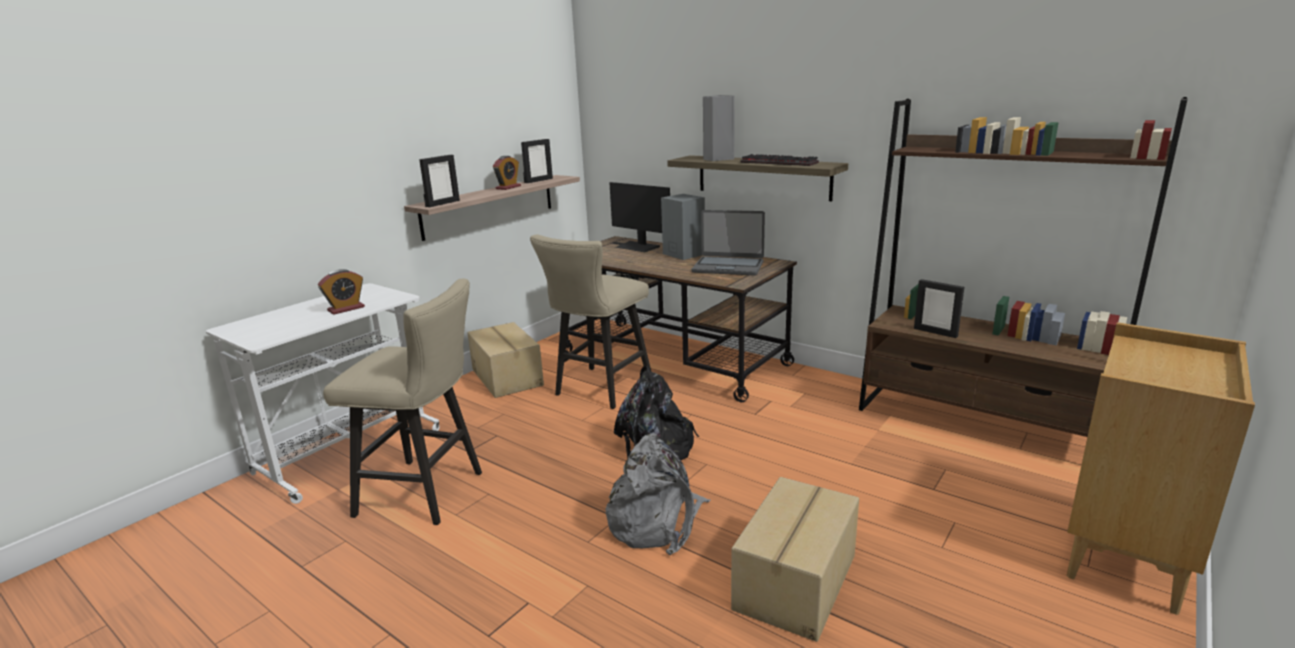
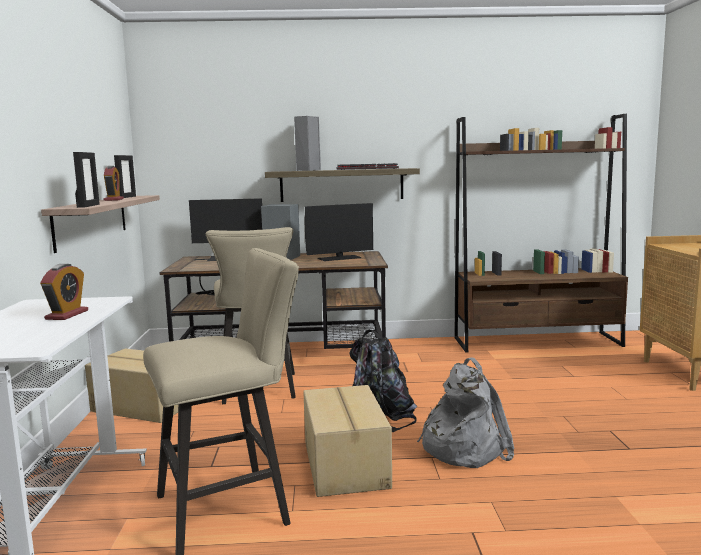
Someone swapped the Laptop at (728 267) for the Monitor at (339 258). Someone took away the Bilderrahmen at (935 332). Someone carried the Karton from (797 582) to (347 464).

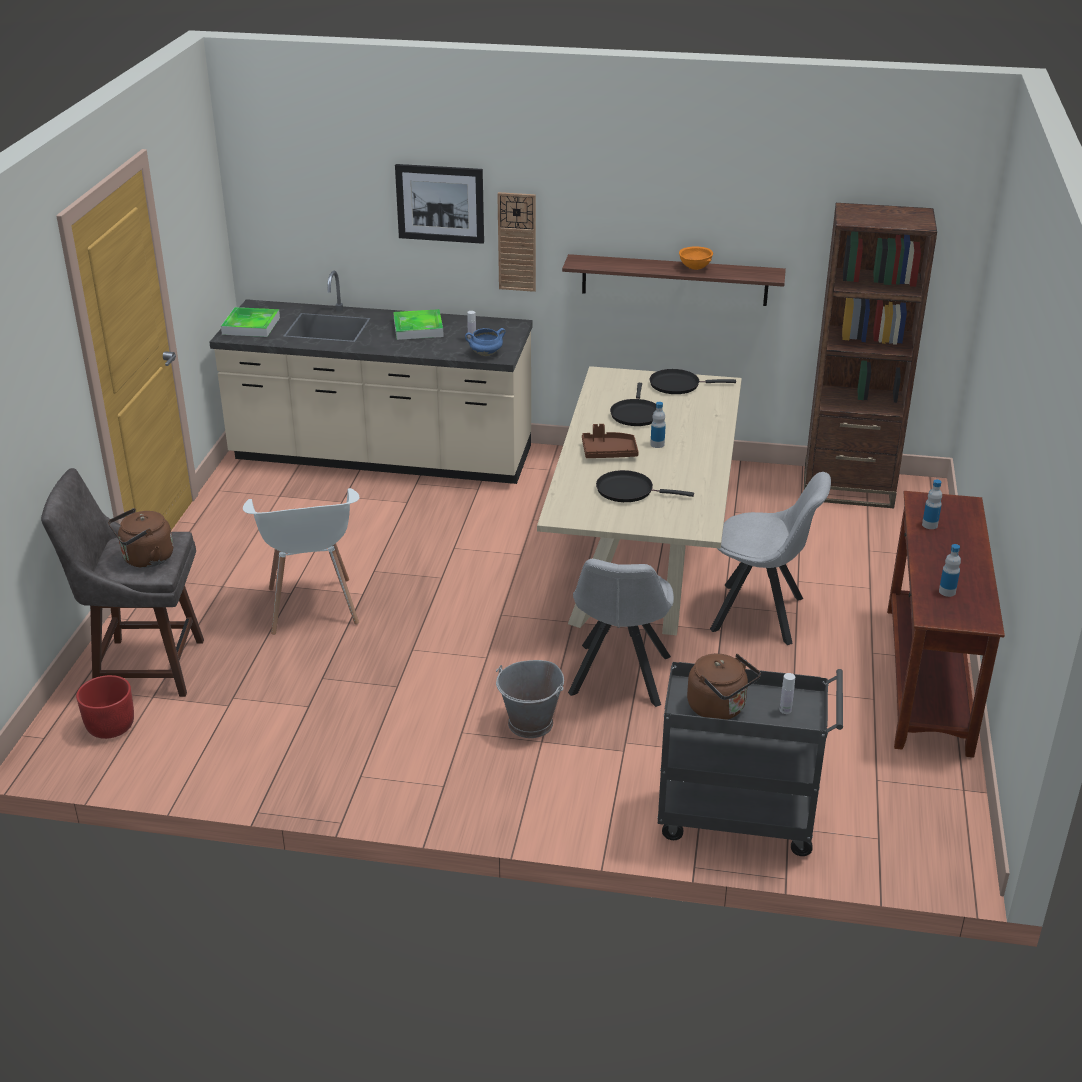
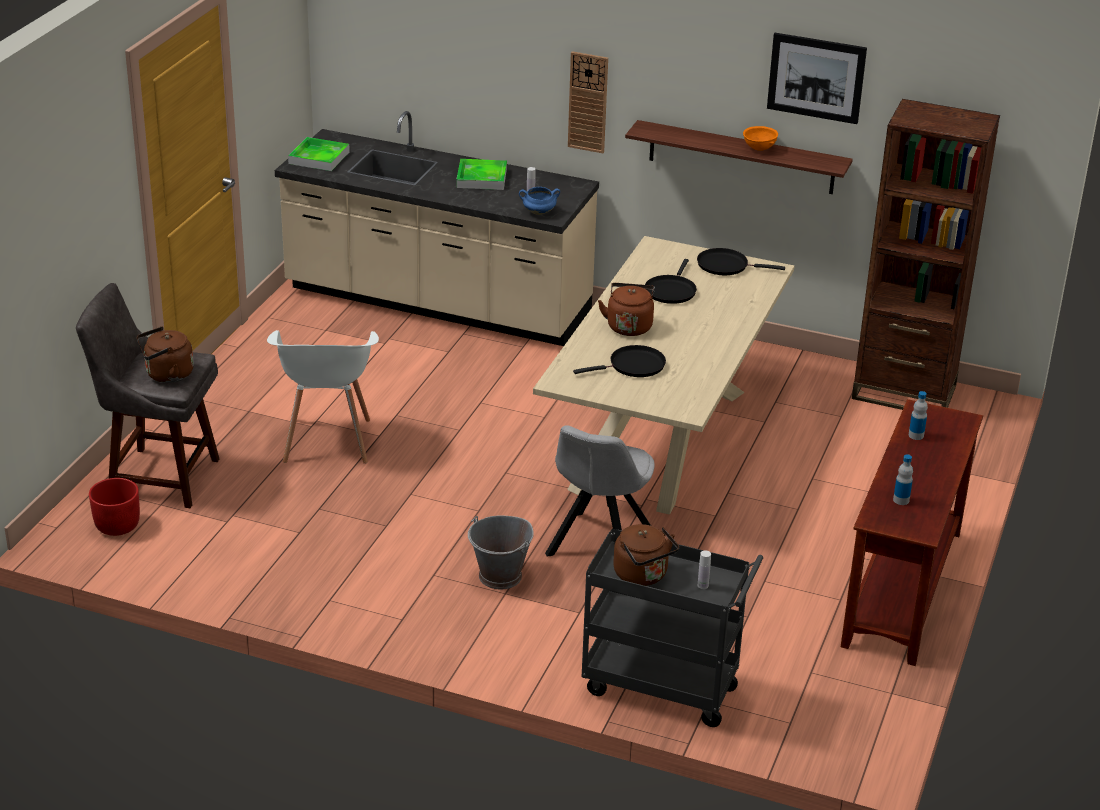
Someone carried the Bild from (440 203) to (816 78). Someone took away the Flasche at (657 444). Someone swapped the Tablett [braun] at (609 452) for the Wasserkessel [braun] at (629 326). Someone rotated the Pfanne [schwarz] at (629 490) by 135 degrees clockwise. Someone took away the Stuhl [grau] at (760 614).

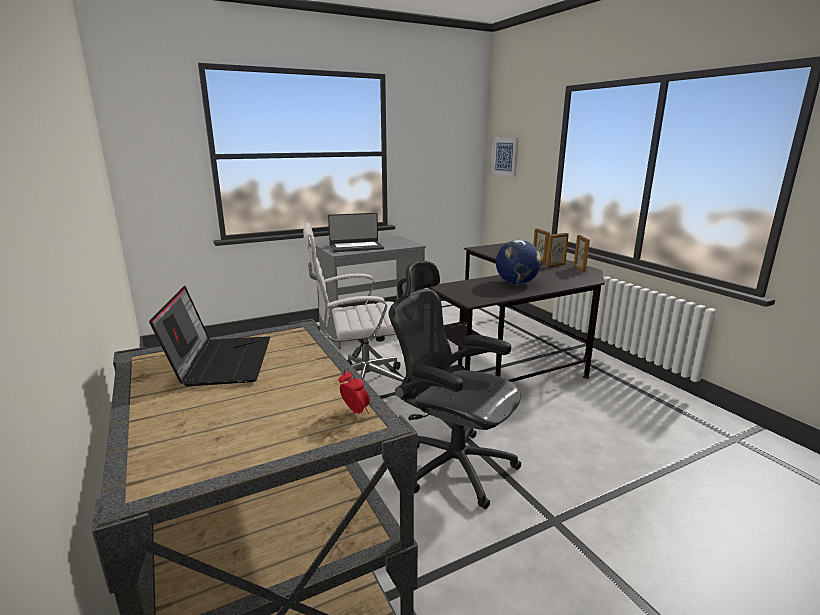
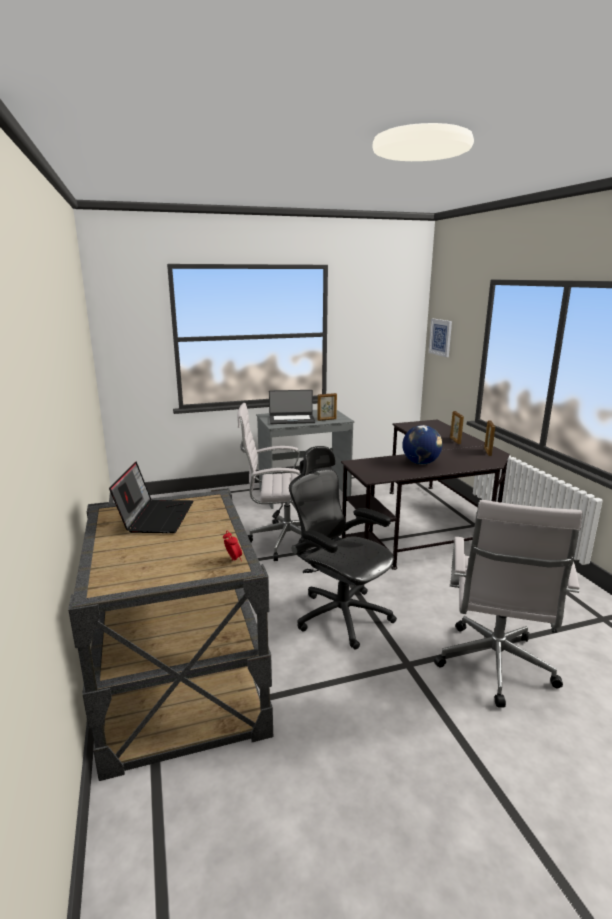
Someone carried the Bilderrahmen from (555 265) to (327 419). Someone put down the Bürostuhl [weiß] at (495 668).

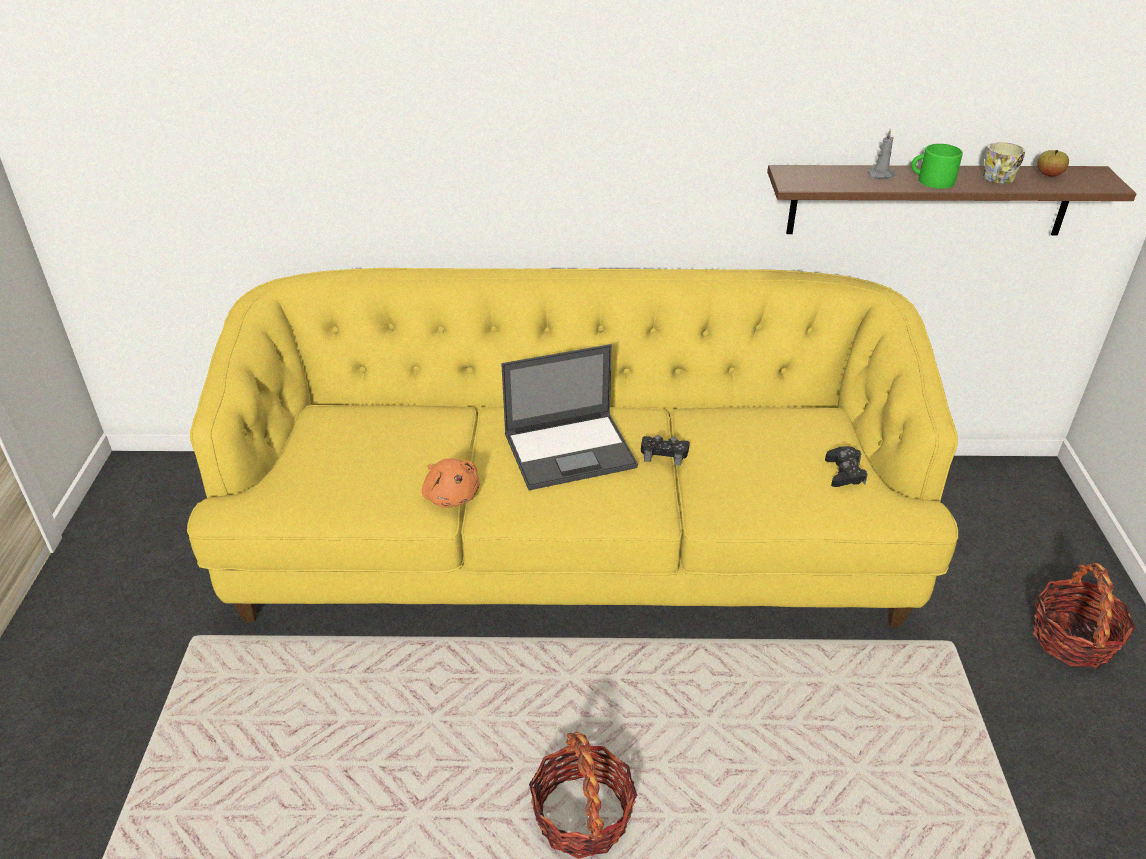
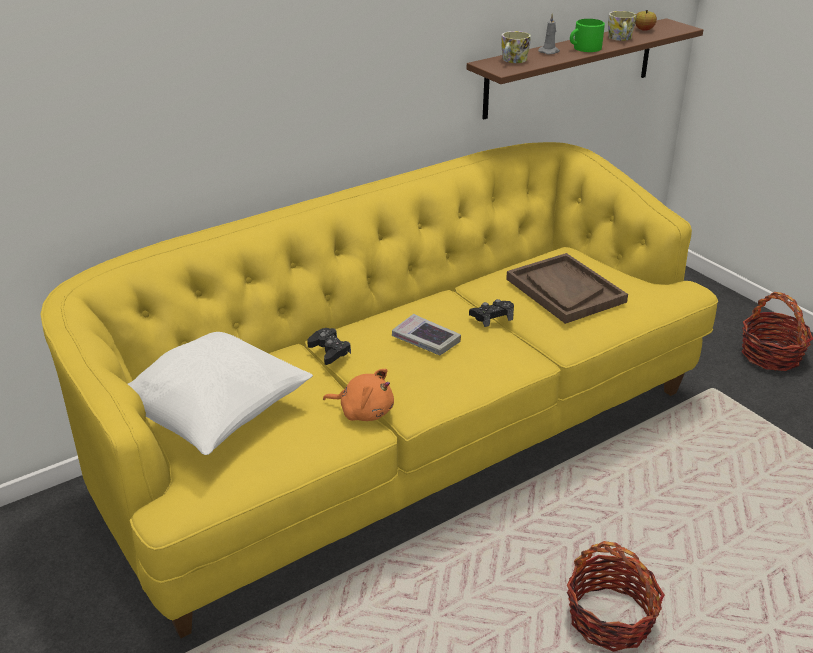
Someone swapped the Laptop at (571 450) for the Buch at (426 340). Someone carried the Gamepad [schwarz] from (844 472) to (329 351). Someone put down the Henkelbecher at (512 61). Someone put down the Tablett [braun] at (565 290). Someone put down the Kissen [weiß] at (216 418).

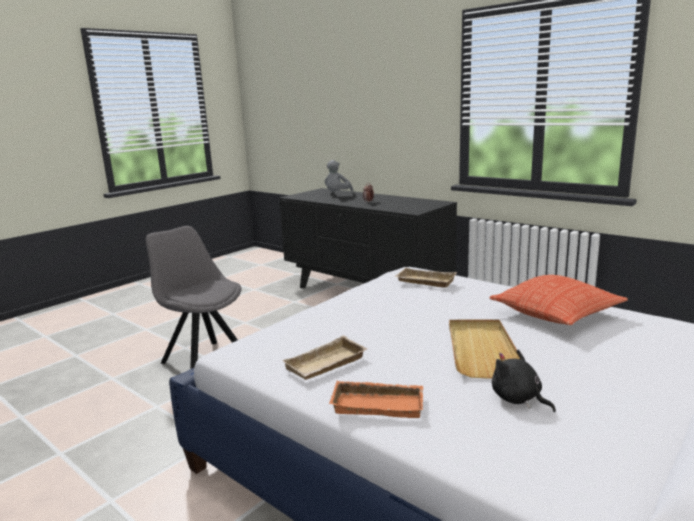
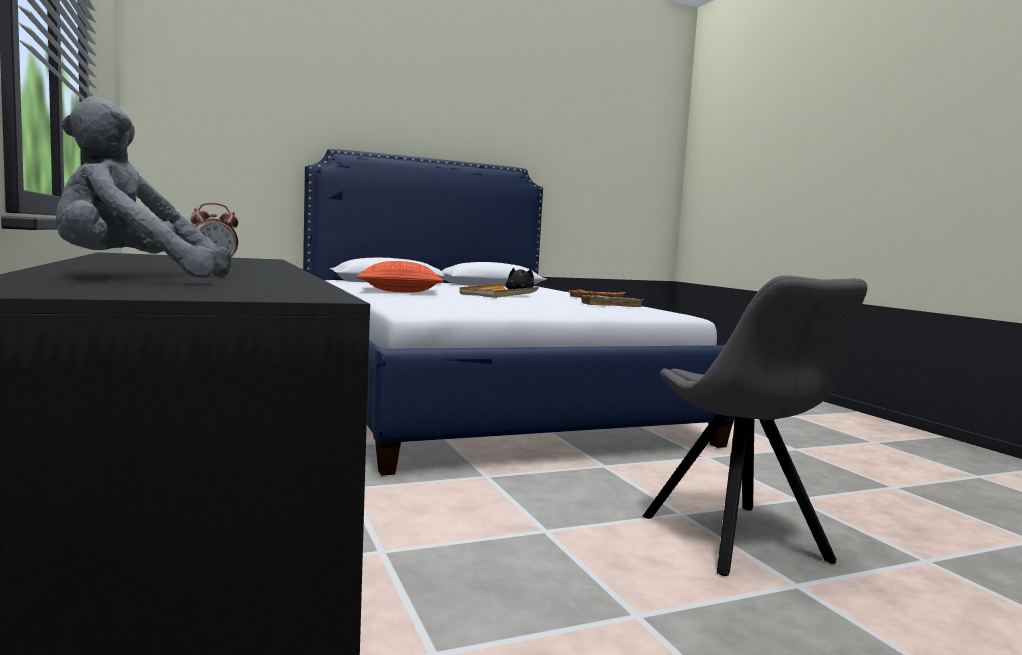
Someone rotated the Plüschtier [grau] at (337 194) by 150 degrees counterclockwise. Someone took away the Tablett [beige] at (424 282).

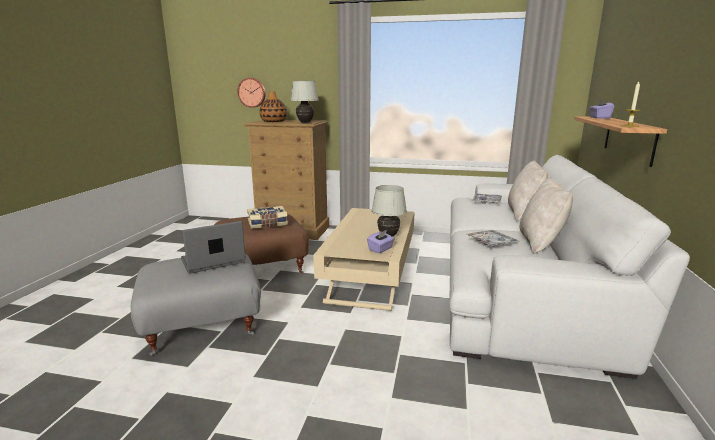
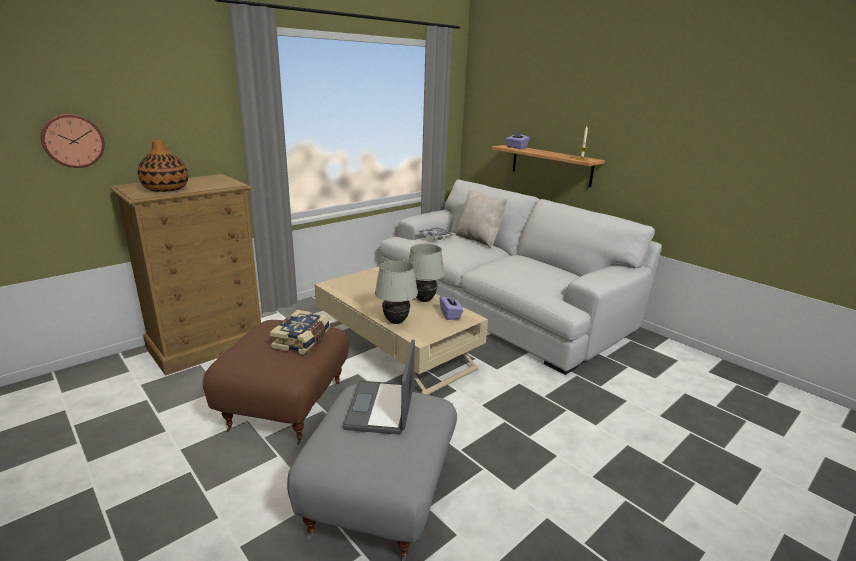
Someone carried the Tischlampe [weiß] from (305 122) to (396 322). Someone took away the Kissen [beige] at (540 243). Someone took away the Tablett at (491 242).

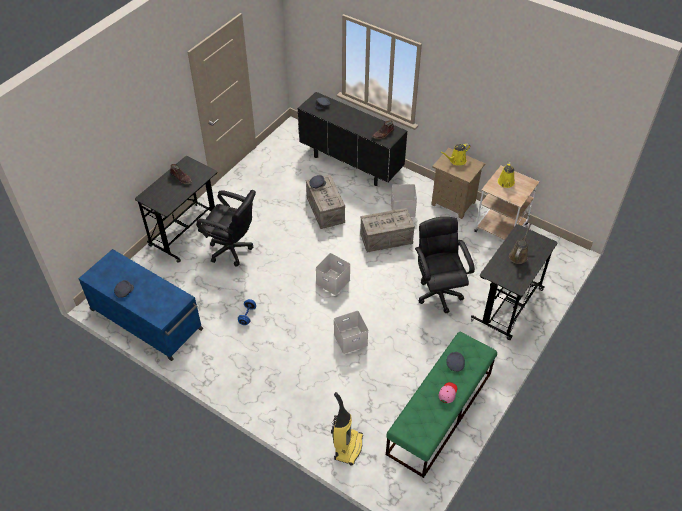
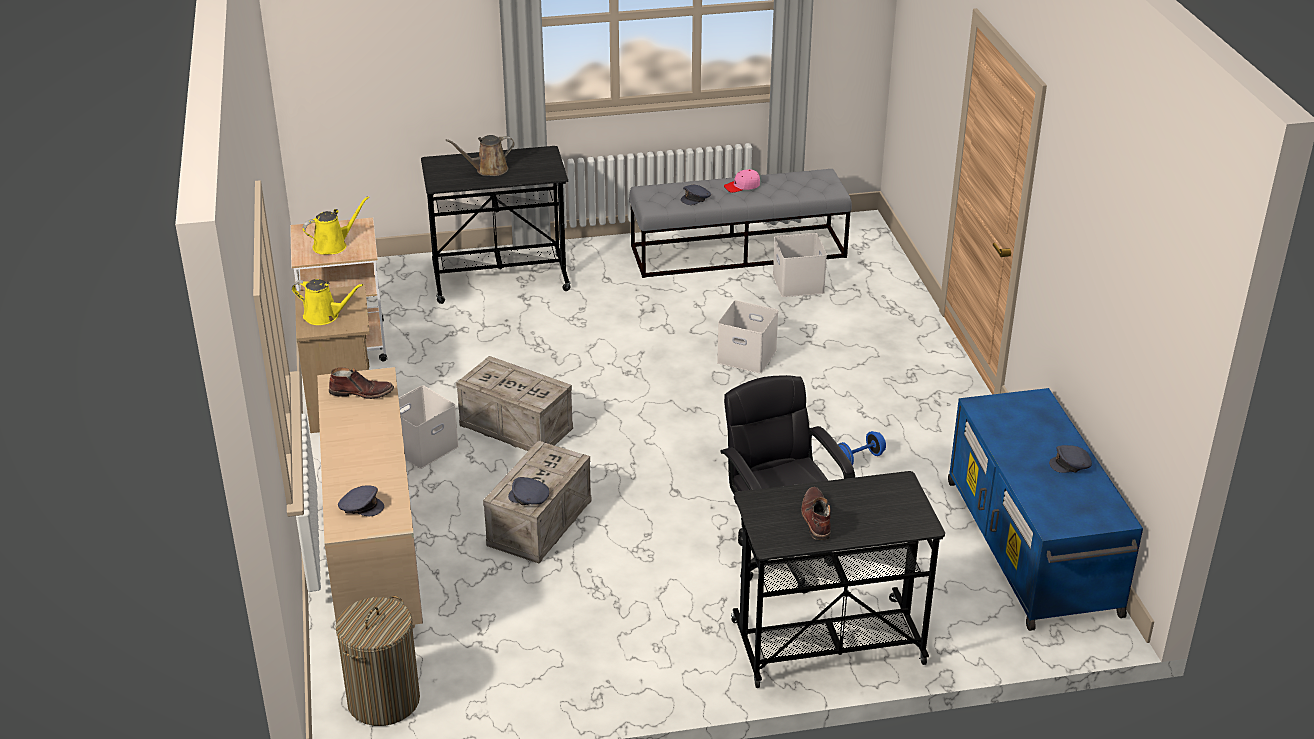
Someone repainted the Kommode [schwarz] at (352 164), which became the Kommode [beige] at (375 566). Someone took away the Bürostuhl [schwarz] at (437 293). Someone carried the Aufbewahrungsbox [weiß] from (332 282) to (799 284). Someone repainted the Bank [grün] at (439 413), which became the Bank [grau] at (739 251). Someone took away the Staubsauger at (347 447). Someone put down the Wäschekorb at (383 700).

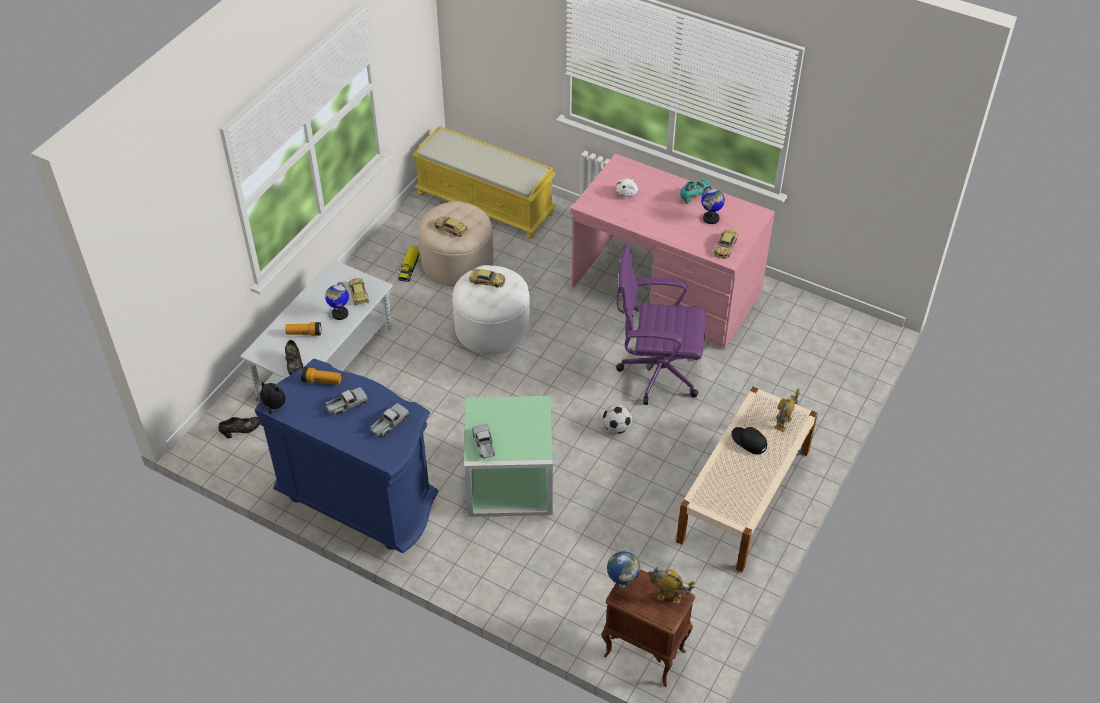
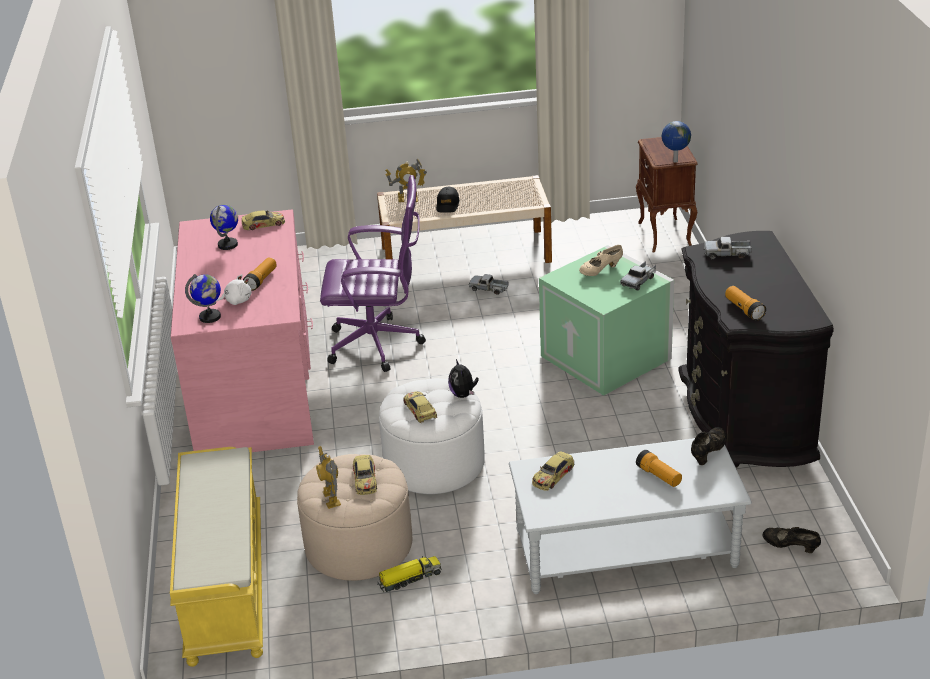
Someone took away the Schuh [türkis] at (694 195). Someone rotated the Bürostuhl [lila] at (656 373) by 60 degrees counterclockwise. Someone carried the Globus from (339 314) to (210 317). Someone repainted the Kommode [blau] at (361 499), which became the Kommode [schwarz] at (742 421). Someone carried the Plüschtier from (273 406) to (463 394). Someone carried the Spielzeuglaster from (347 405) to (489 289). Someone took away the Fußball at (616 428). Someone carried the Spielzeugroboter from (668 597) to (331 499). Someone put down the Schuh [beige] at (601 271). Someone put down the Taschenlampe at (261 280).

